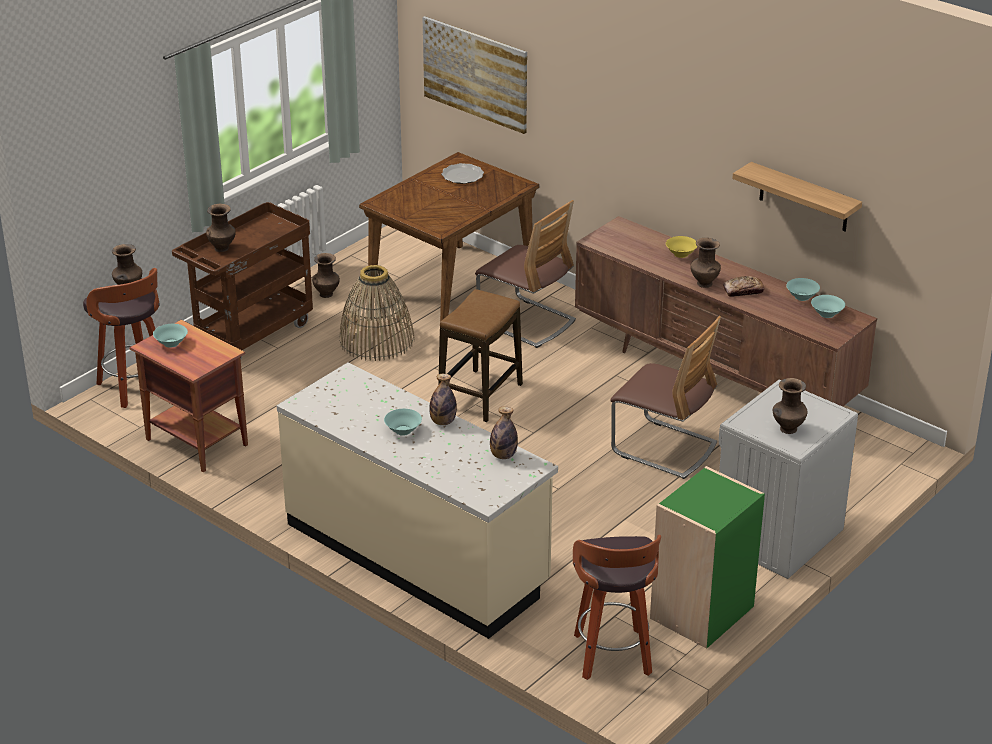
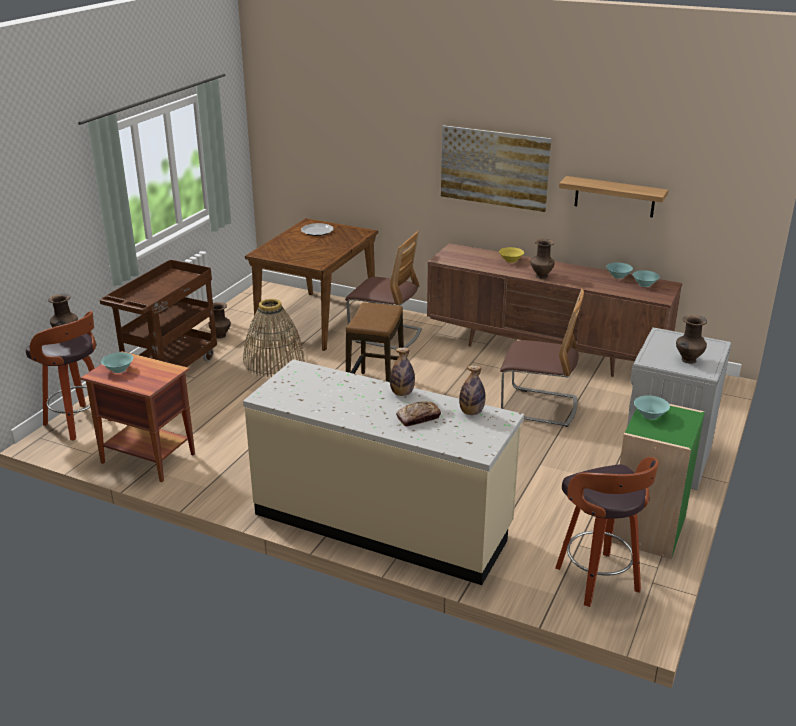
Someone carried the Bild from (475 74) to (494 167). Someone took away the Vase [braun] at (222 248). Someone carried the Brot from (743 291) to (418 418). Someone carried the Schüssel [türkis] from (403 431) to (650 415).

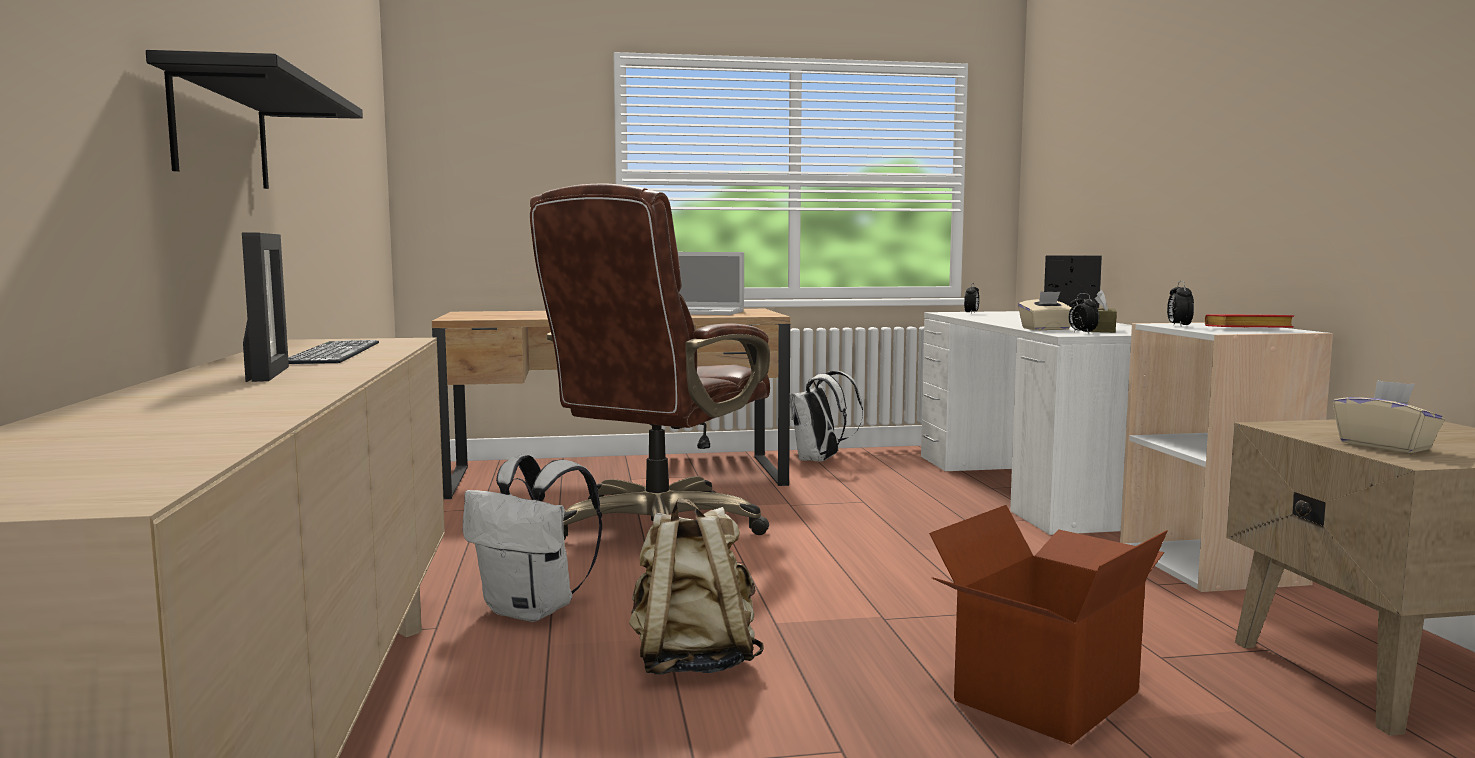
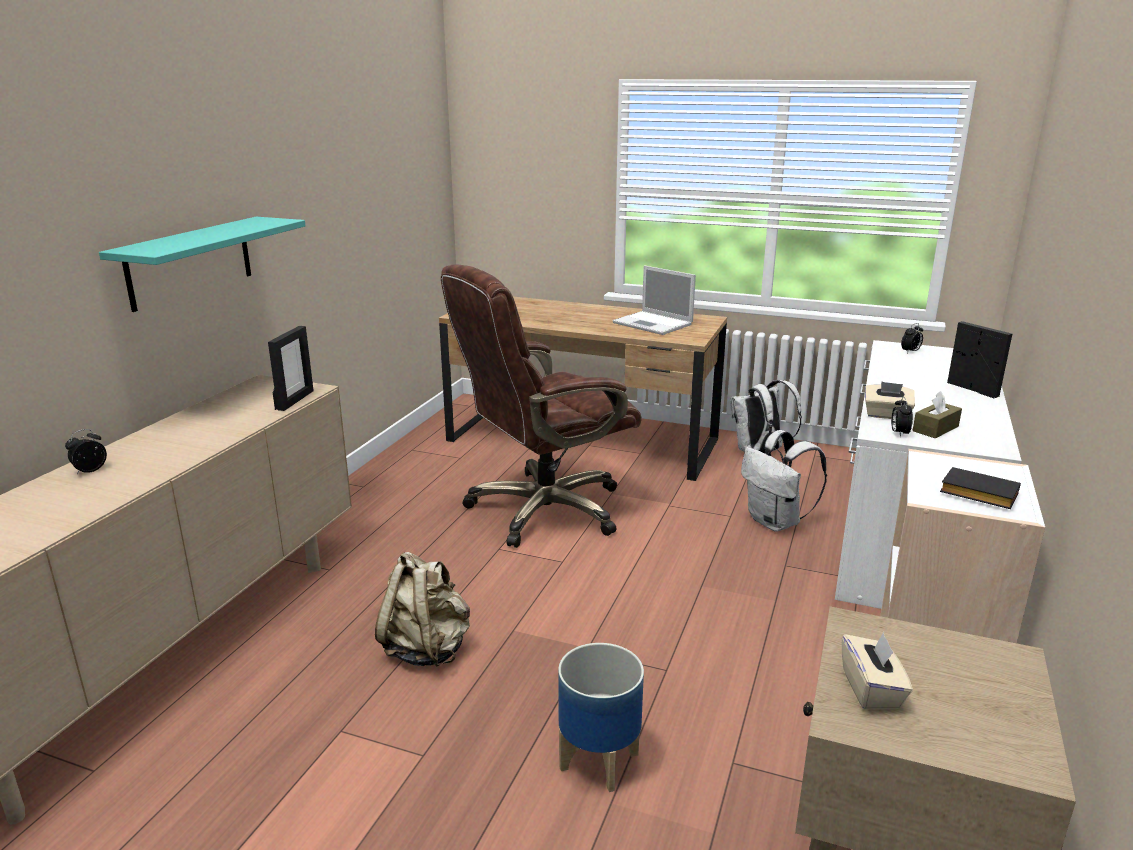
Someone repainted the Wandregal [schwarz] at (221 132), which became the Wandregal [türkis] at (190 262). Someone carried the Bilderrahmen from (268 374) to (294 400). Someone carried the Wecker from (1178 326) to (90 470). Someone repainted the Buch [rot] at (1246 329), which became the Buch [schwarz] at (976 494). Someone took away the Tastatur at (333 352). Someone carried the Rucksack [weiß] from (533 610) to (776 522). Someone swapped the Karton at (1043 695) for the Pflanzkübel at (598 762).

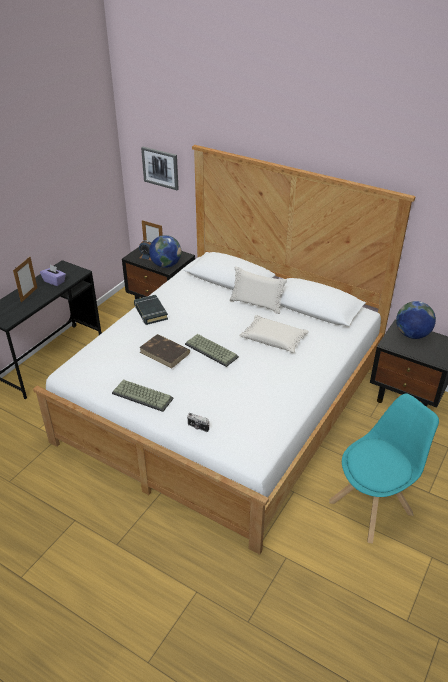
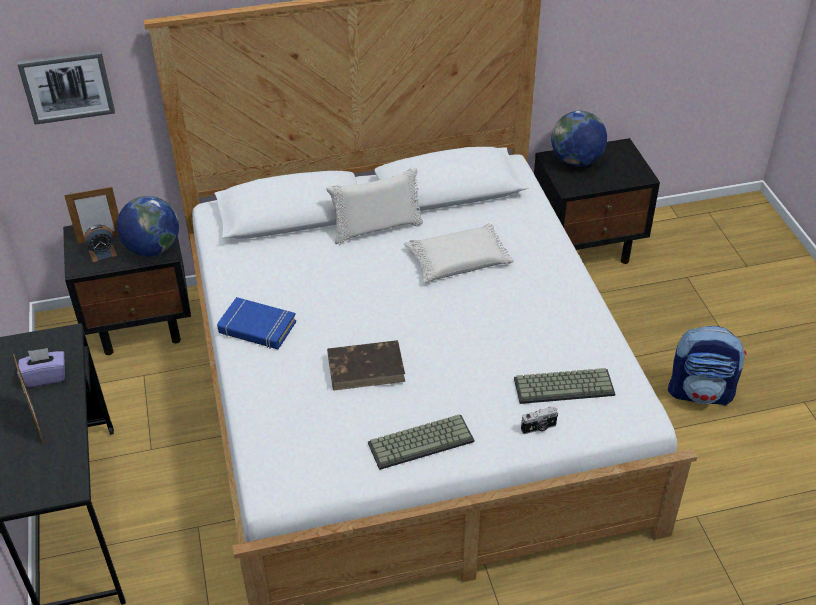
Someone repainted the Buch [schwarz] at (150 312), which became the Buch [blau] at (257 328). Someone carried the Tastatur from (212 350) to (564 385). Someone swapped the Stuhl [türkis] at (373 505) for the Rucksack at (700 392).

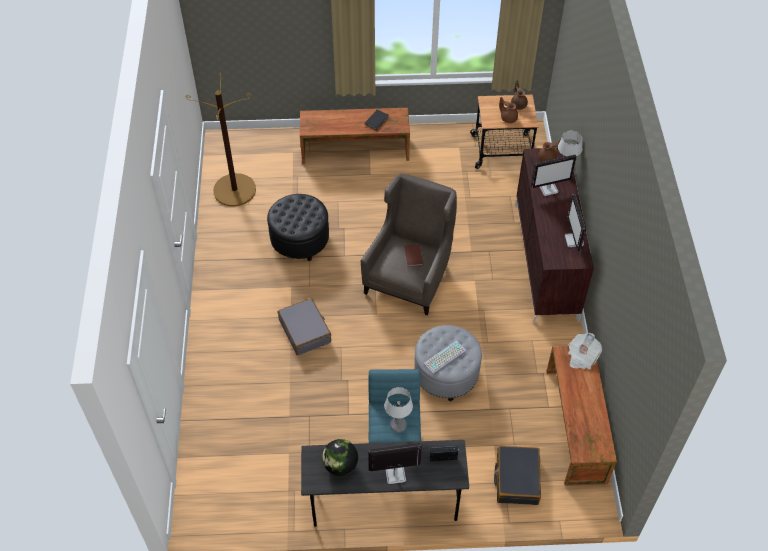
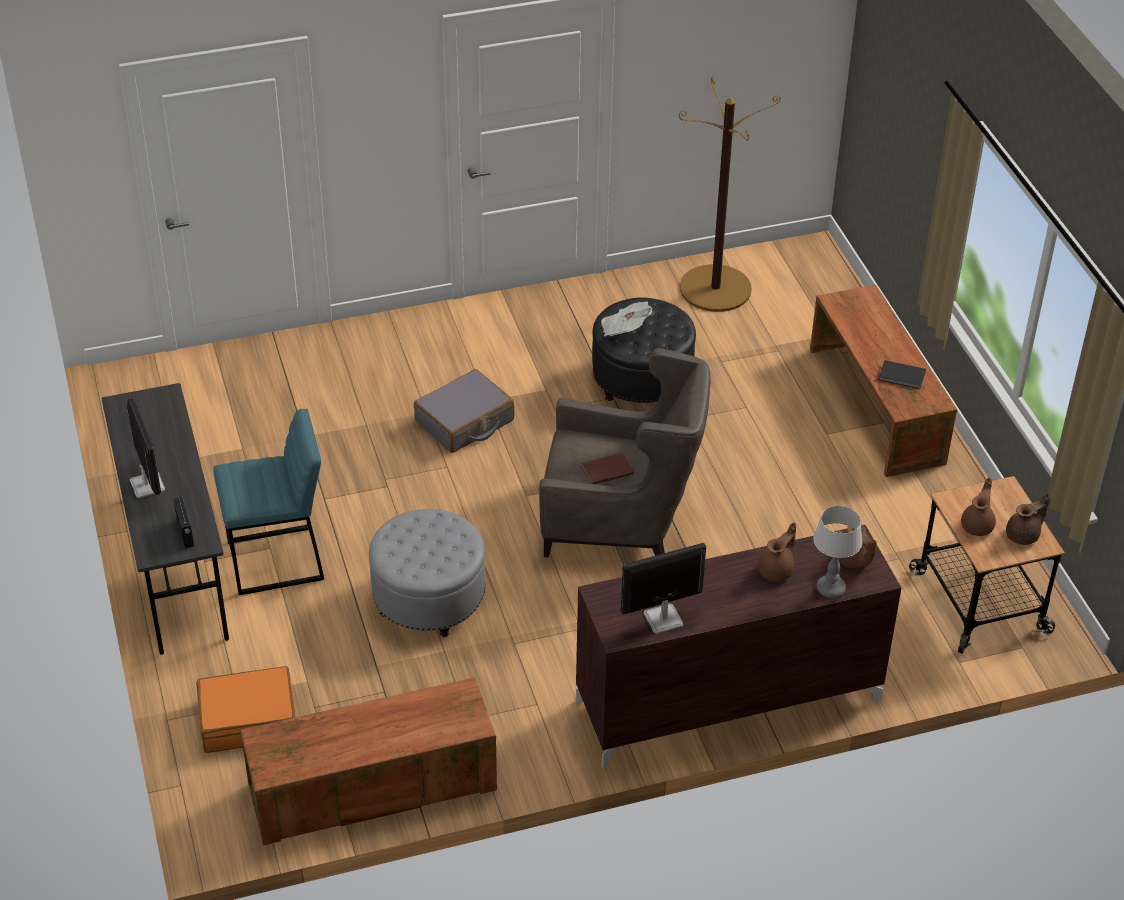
Someone swapped the Monitor at (548 188) for the Teekanne [braun] at (777 570). Someone carried the Zeitung from (582 356) to (624 329). Someone took away the Tastatur at (444 358). Someone took away the Tischlampe at (398 425). Someone took away the Globus at (340 465). Someone repainted the Koffer [schwarz] at (516 479), which became the Koffer [orange] at (248 719).

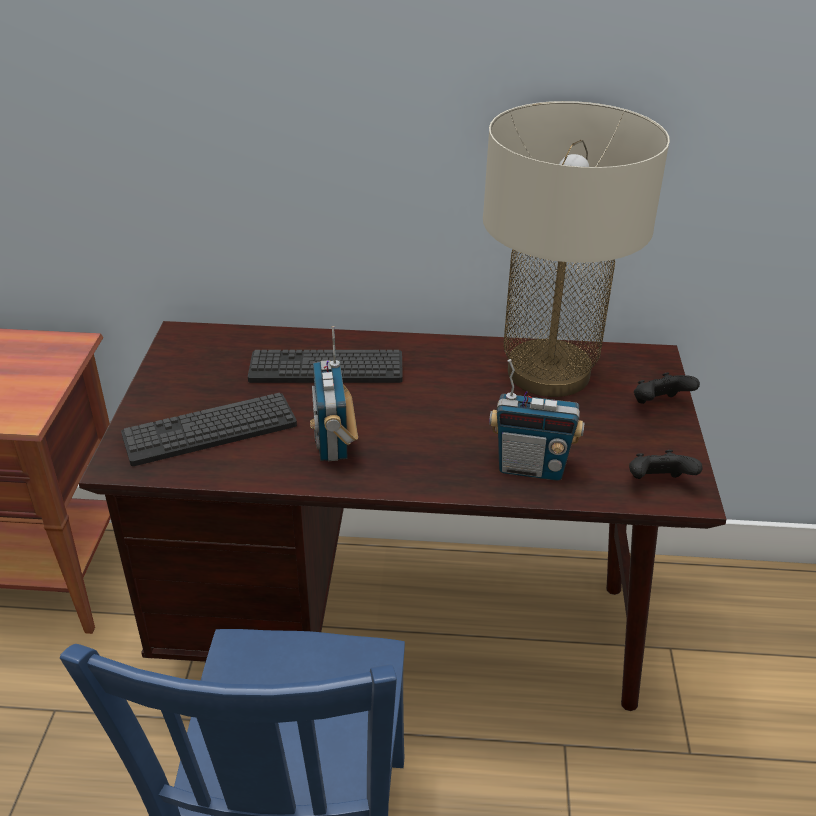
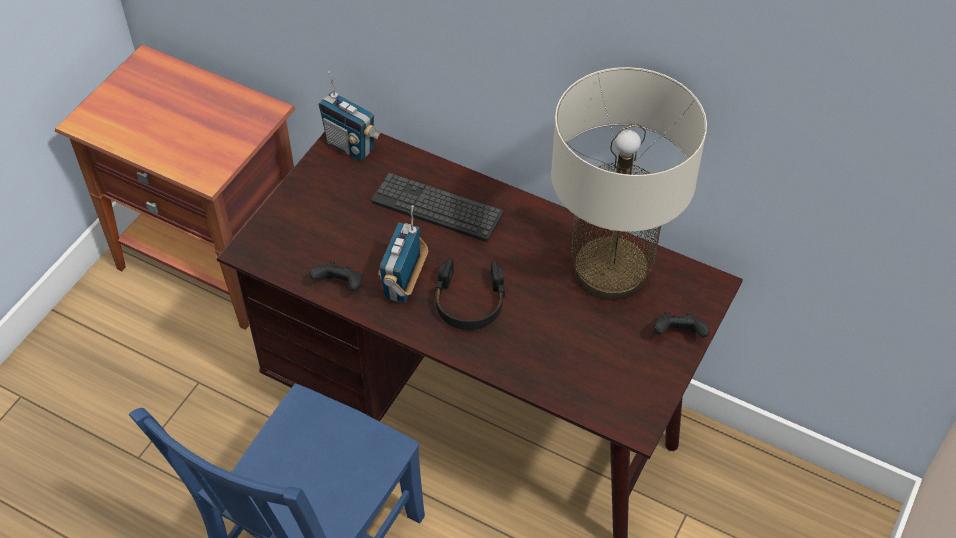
Someone carried the Radio from (531 467) to (351 146). Someone took away the Tastatur at (210 430). Someone carried the Gamepad [schwarz] from (657 483) to (340 286). Someone put down the Kopfhörer [schwarz] at (469 302).

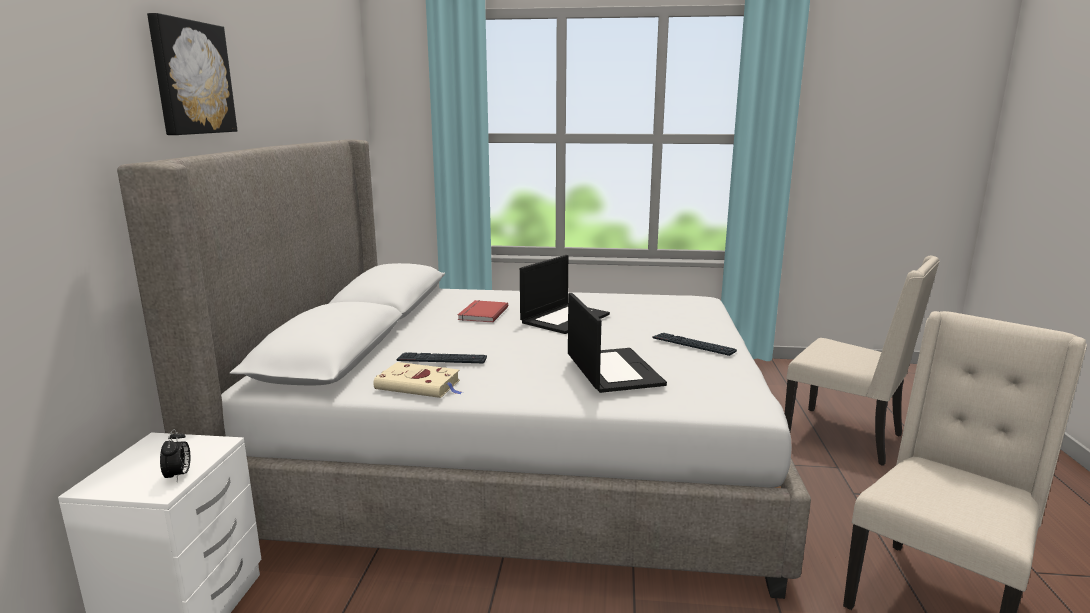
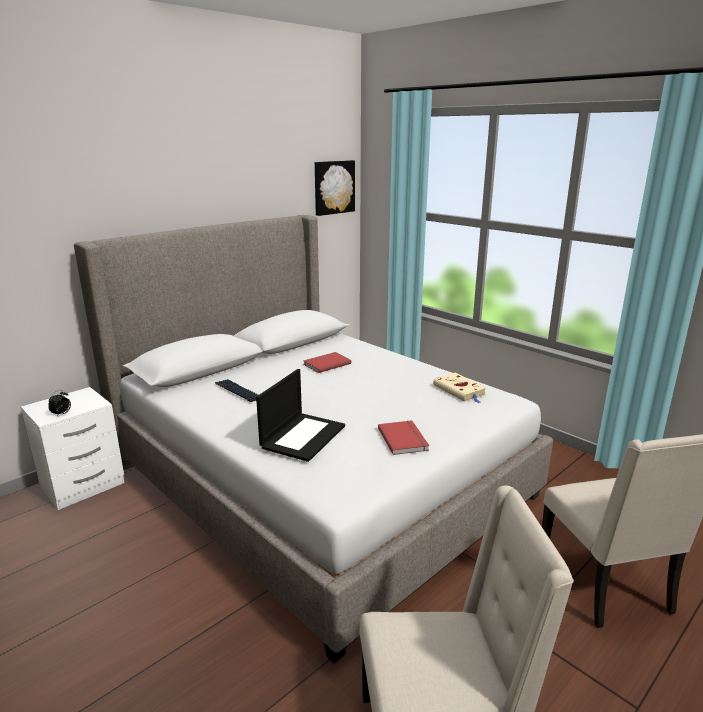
Someone carried the Bild from (191 78) to (333 187). Someone took away the Laptop at (565 318). Someone swapped the Tastatur at (693 345) for the Buch [rot] at (404 439). Someone carried the Buch [beige] from (420 385) to (460 390).

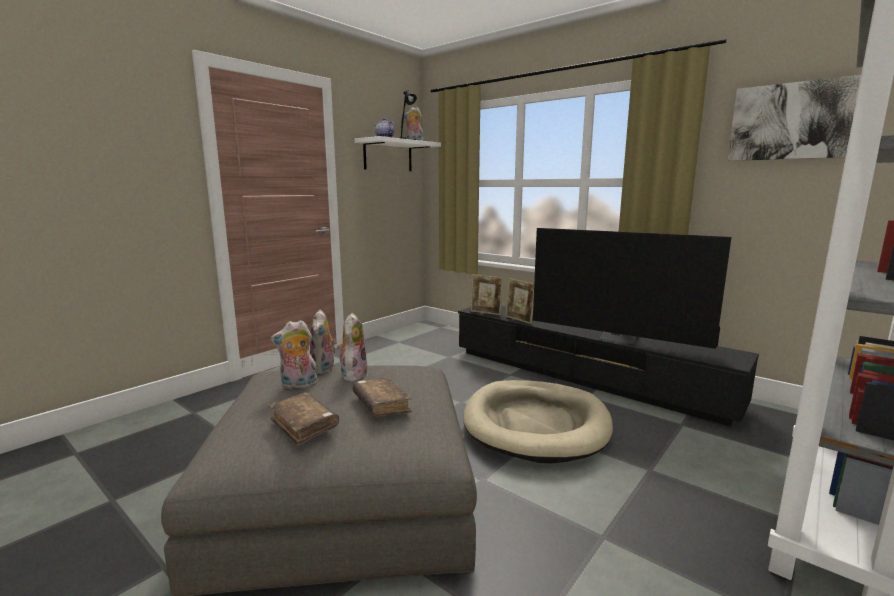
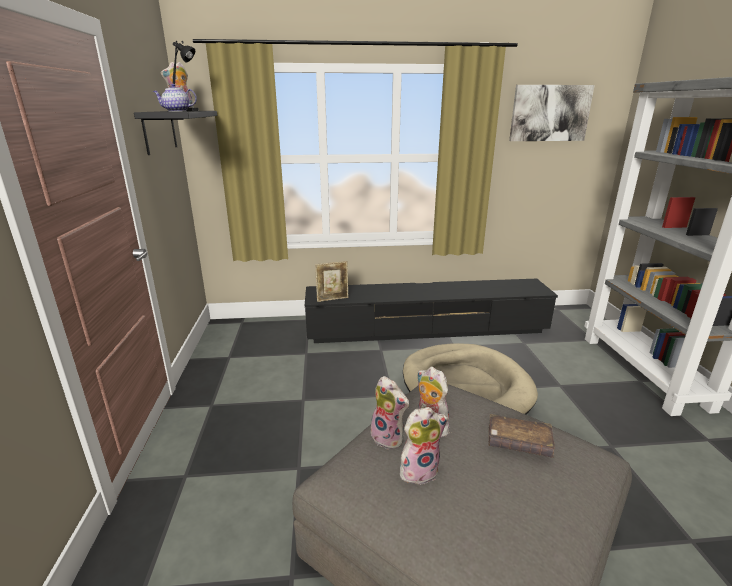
Someone repainted the Wandregal [weiß] at (388 156), which became the Wandregal [schwarz] at (159 131). Someone took away the Fernseher at (618 338). Someone took away the Bilderrahmen at (519 320). Someone rotated the Plüschtier at (298 385) by 135 degrees counterclockwise. Someone took away the Buch [braun] at (304 425).

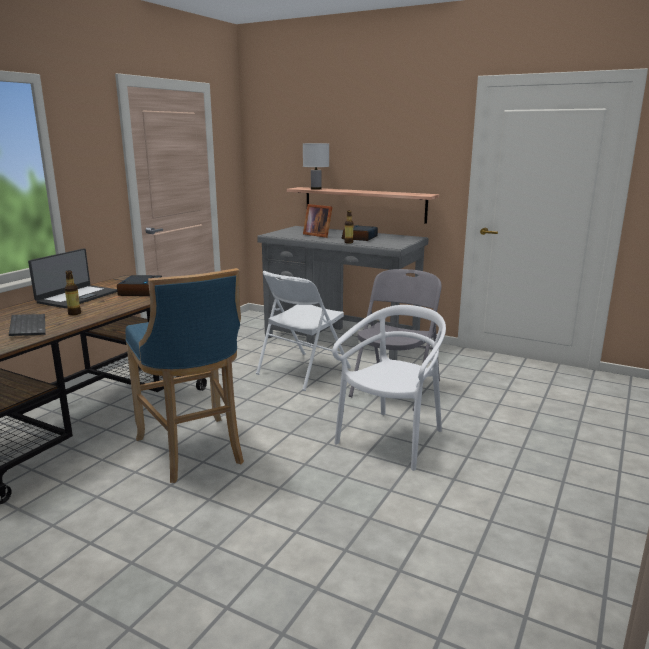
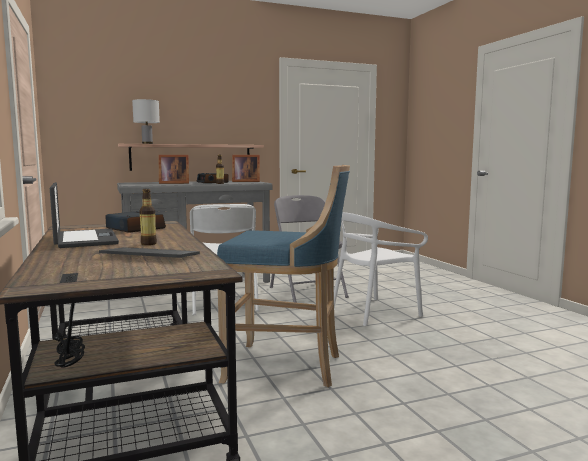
Someone rotated the Stuhl [weiß] at (392 439) by 105 degrees counterclockwise. Someone put down the Bilderrahmen at (245 181).

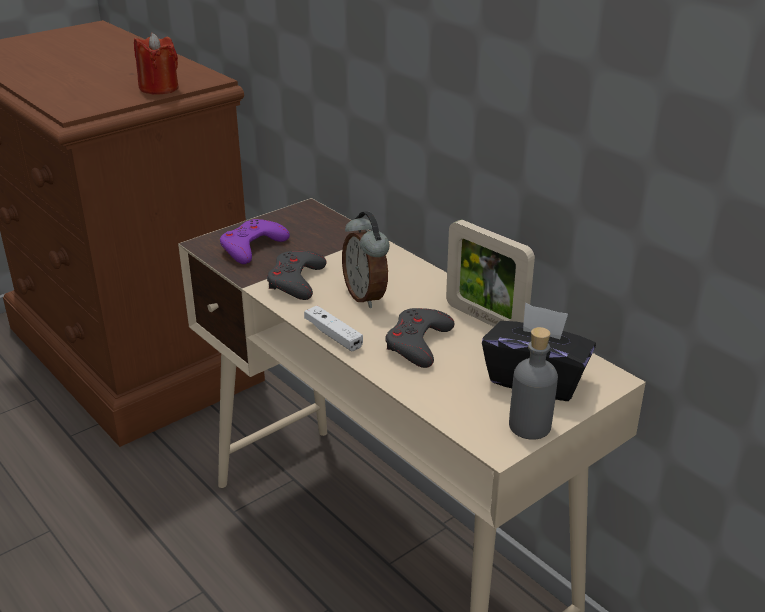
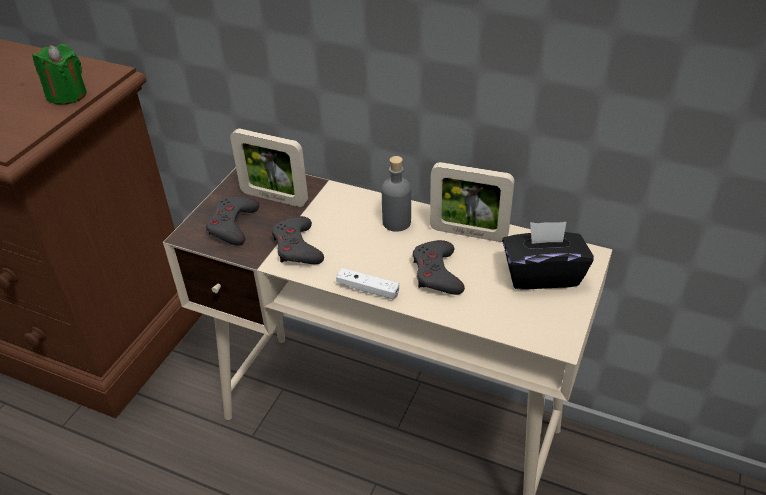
Someone repainted the Kerze [rot] at (159 88), which became the Kerze [grün] at (67 95). Someone took away the Wecker at (366 296). Someone repainted the Gamepad [lila] at (252 247), which became the Gamepad [grau] at (233 225). Someone carried the Flasche [grau] from (530 426) to (396 222). Someone put down the Bilderrahmen at (274 198).

